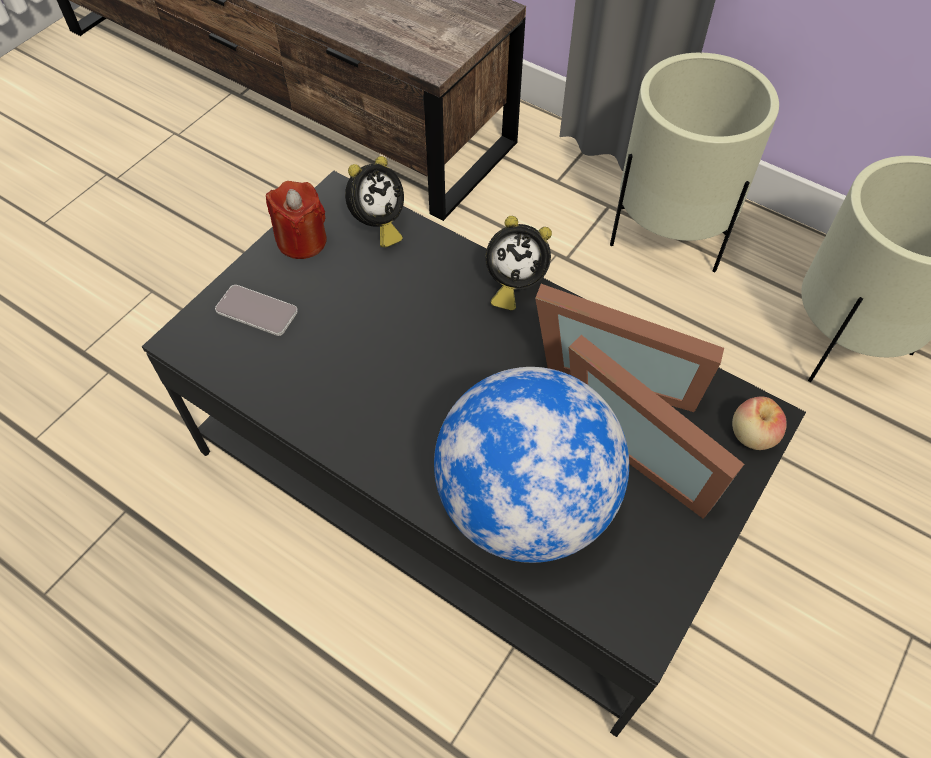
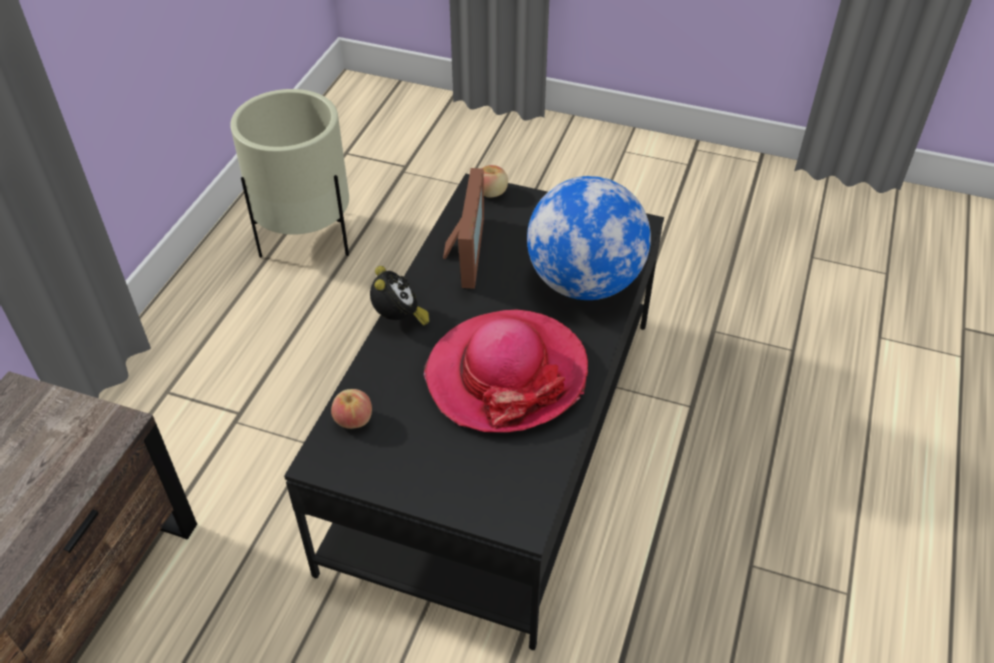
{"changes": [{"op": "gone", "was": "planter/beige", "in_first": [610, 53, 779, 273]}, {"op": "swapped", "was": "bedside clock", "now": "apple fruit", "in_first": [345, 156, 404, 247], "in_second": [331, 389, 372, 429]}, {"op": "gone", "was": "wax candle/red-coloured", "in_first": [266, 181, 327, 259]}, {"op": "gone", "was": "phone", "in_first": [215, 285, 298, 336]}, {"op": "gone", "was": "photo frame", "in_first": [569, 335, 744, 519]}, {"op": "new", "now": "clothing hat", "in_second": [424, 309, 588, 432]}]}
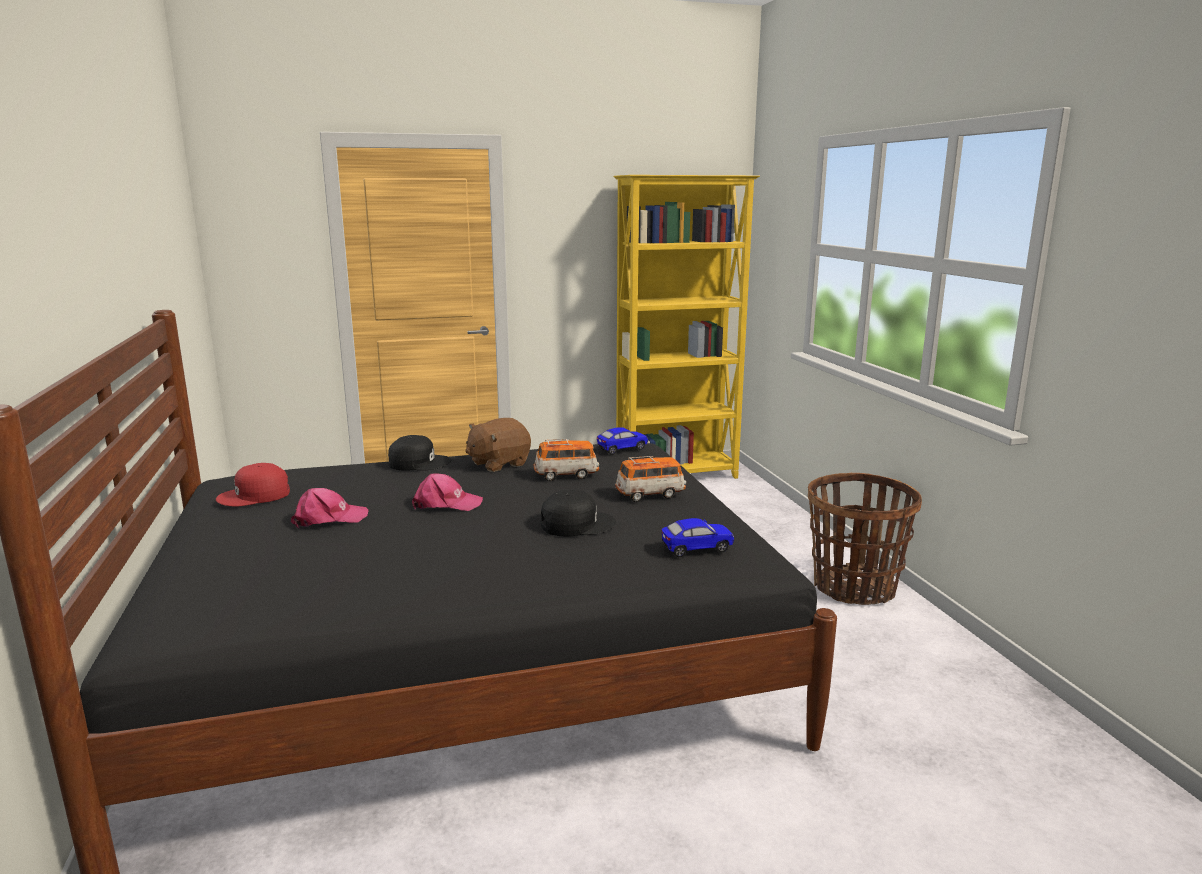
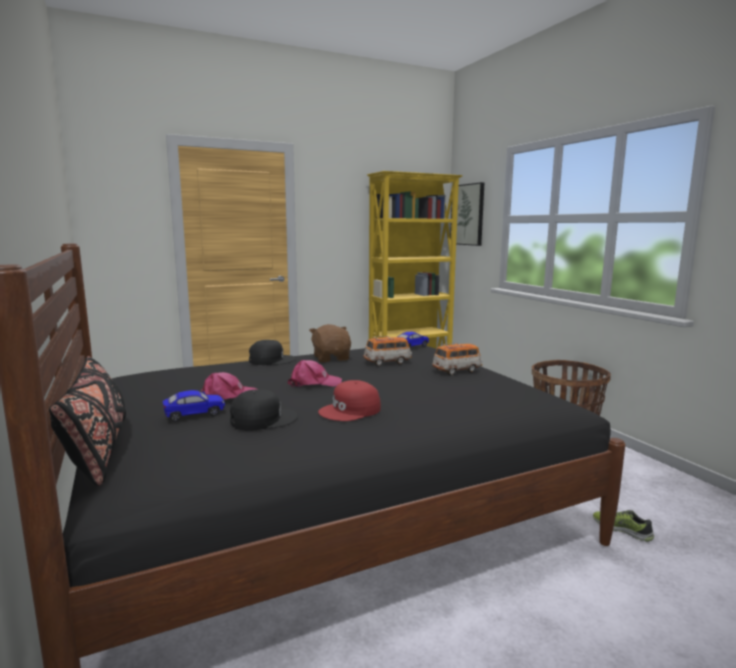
{"changes": [{"op": "rotated", "was": "plush toy/brown", "in_first": [465, 418, 531, 472], "in_second": [309, 324, 351, 362], "clockwise": 120}, {"op": "shifted", "was": "baseball cap/red-coloured", "in_first": [216, 463, 290, 507], "in_second": [318, 380, 381, 421]}, {"op": "shifted", "was": "baseball cap/blackish", "in_first": [541, 490, 616, 537], "in_second": [230, 390, 298, 431]}, {"op": "shifted", "was": "model car", "in_first": [661, 518, 734, 557], "in_second": [163, 390, 225, 422]}, {"op": "new", "now": "wall art", "in_second": [450, 182, 484, 246]}, {"op": "new", "now": "pillow/blackish", "in_second": [49, 356, 126, 486]}, {"op": "new", "now": "shoe", "in_second": [593, 510, 654, 542]}]}
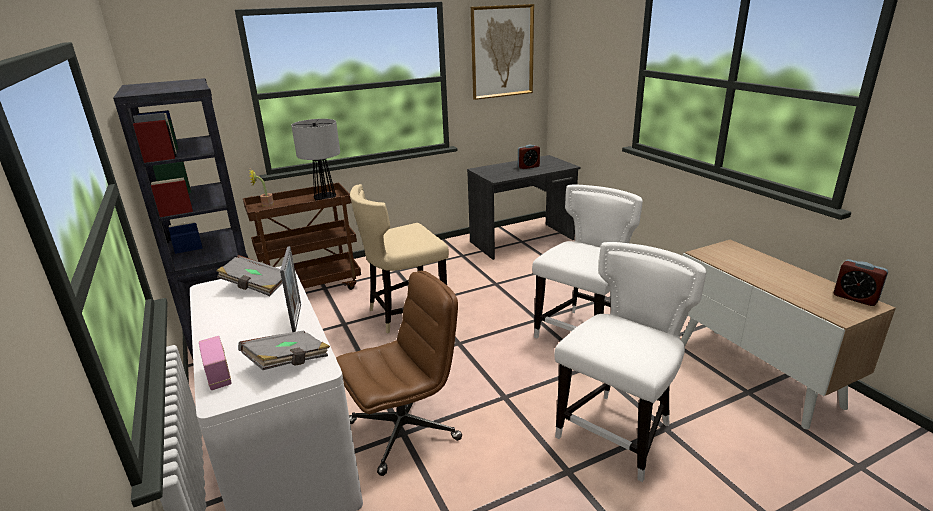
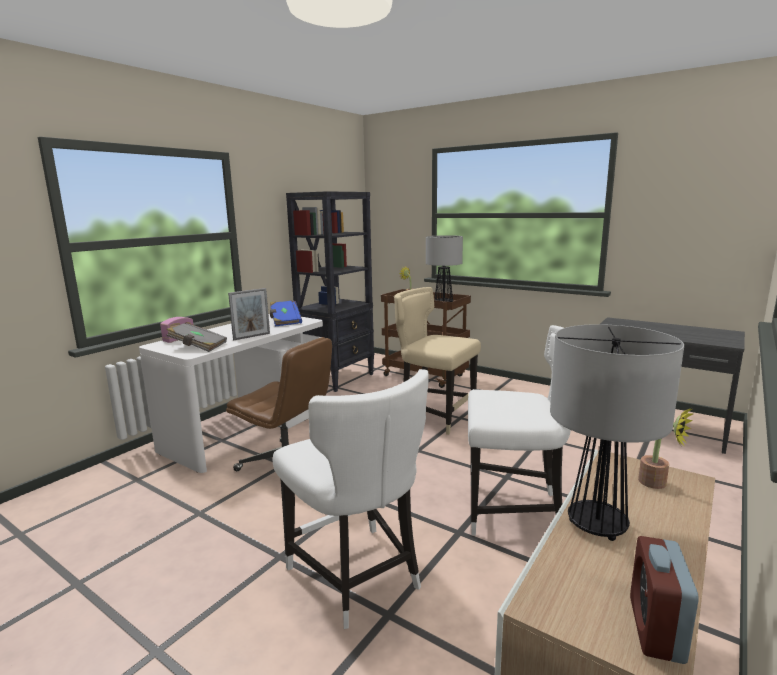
{"changes": [{"op": "gone", "was": "wall art", "in_first": [471, 4, 534, 100]}, {"op": "gone", "was": "bedside clock", "in_first": [518, 145, 540, 169]}, {"op": "rotated", "was": "chair/white-coloured", "in_first": [554, 242, 706, 482], "in_second": [273, 369, 429, 629], "clockwise": 45}, {"op": "repainted", "was": "volume/greyish", "now": "volume/blue", "in_first": [217, 255, 283, 296], "in_second": [270, 301, 302, 326]}, {"op": "new", "now": "tabletop lamp", "in_second": [550, 324, 684, 541]}, {"op": "new", "now": "potted plant", "in_second": [638, 408, 693, 489]}]}
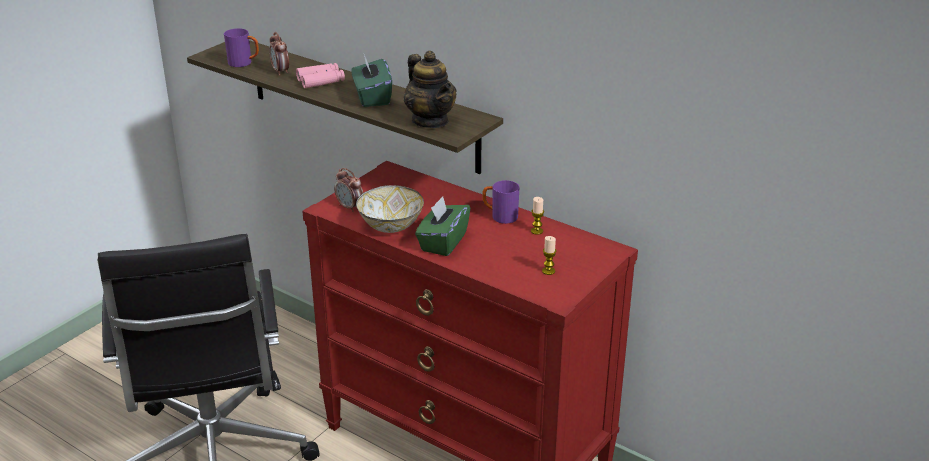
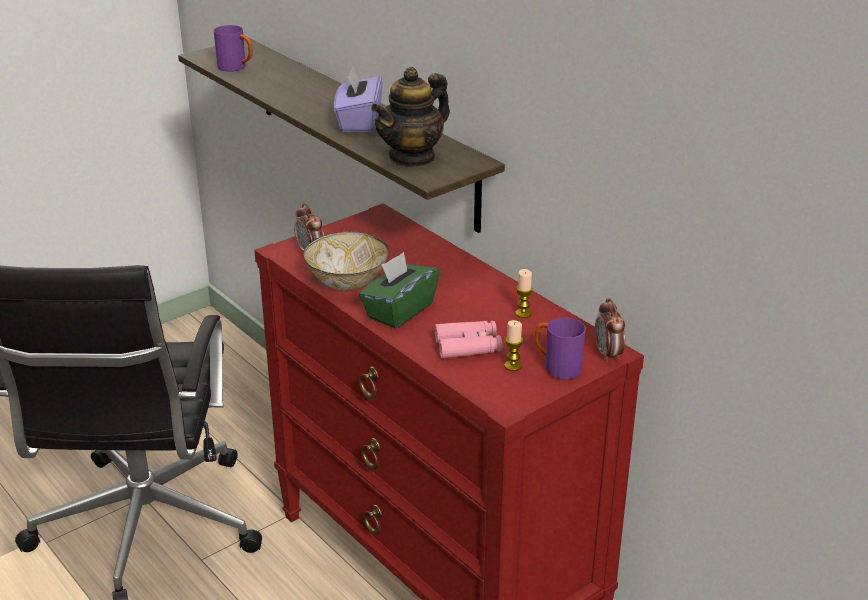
{"changes": [{"op": "shifted", "was": "bedside clock", "in_first": [269, 32, 289, 76], "in_second": [595, 298, 625, 363]}, {"op": "rotated", "was": "pot for tea", "in_first": [404, 51, 457, 128], "in_second": [371, 67, 450, 168], "clockwise": 60}, {"op": "repainted", "was": "box of tissues/greenish", "now": "box of tissues/purple-coloured", "in_first": [351, 55, 392, 107], "in_second": [334, 67, 382, 132]}, {"op": "shifted", "was": "pair of binoculars/pink", "in_first": [296, 63, 345, 88], "in_second": [435, 321, 502, 358]}, {"op": "shifted", "was": "tea mug/purple-coloured", "in_first": [482, 180, 519, 224], "in_second": [535, 318, 586, 379]}]}
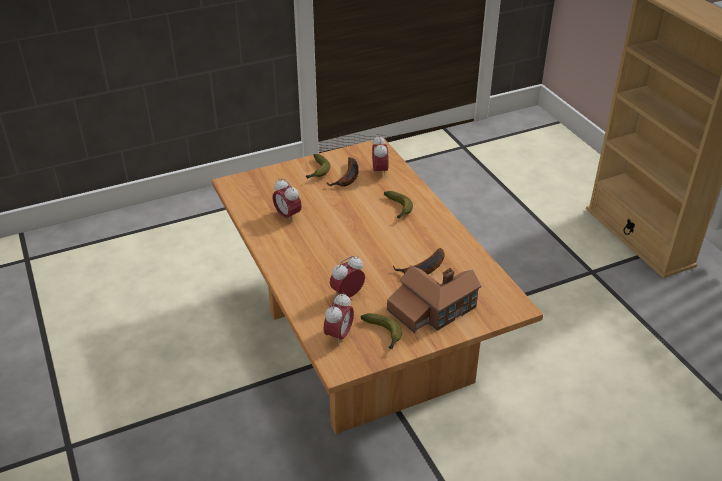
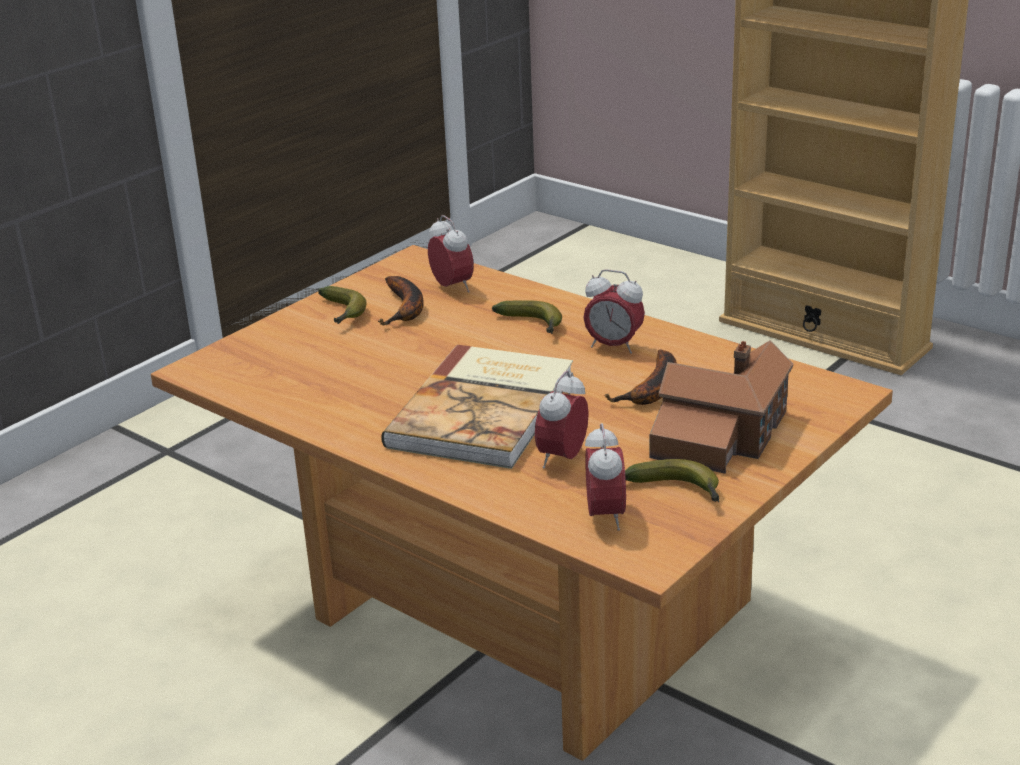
{"changes": [{"op": "shifted", "was": "bedside clock", "in_first": [273, 178, 302, 223], "in_second": [583, 269, 645, 354]}, {"op": "new", "now": "volume", "in_second": [381, 345, 573, 469]}]}
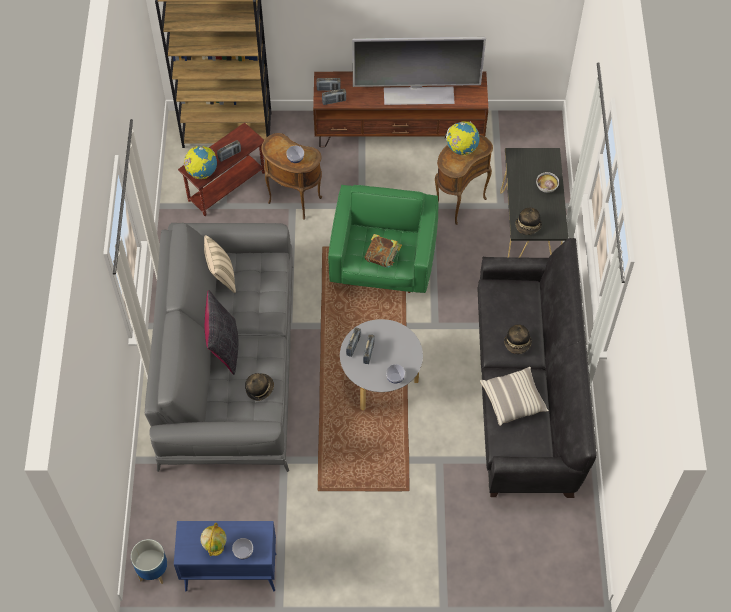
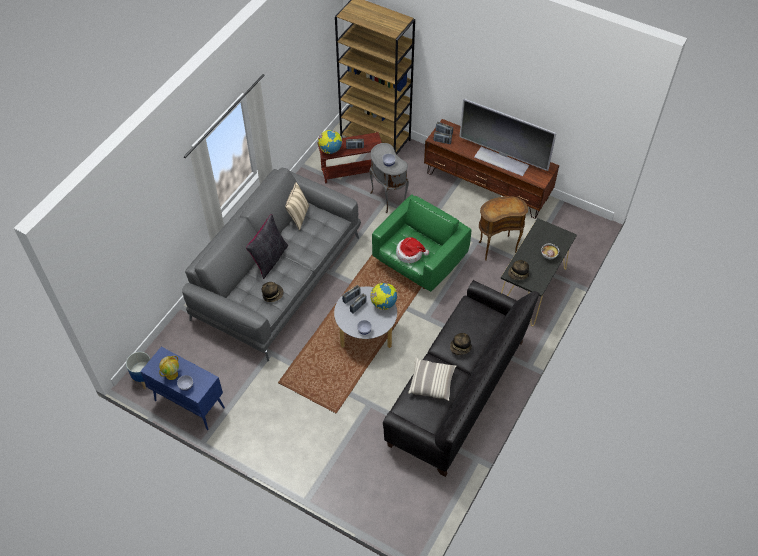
{"changes": [{"op": "shifted", "was": "globe", "in_first": [445, 121, 480, 155], "in_second": [370, 283, 397, 310]}, {"op": "repainted", "was": "side table/brown", "now": "side table/greyish", "in_first": [261, 133, 322, 220], "in_second": [369, 143, 409, 213]}, {"op": "swapped", "was": "volume", "now": "clothing hat", "in_first": [364, 234, 402, 268], "in_second": [396, 237, 429, 263]}]}
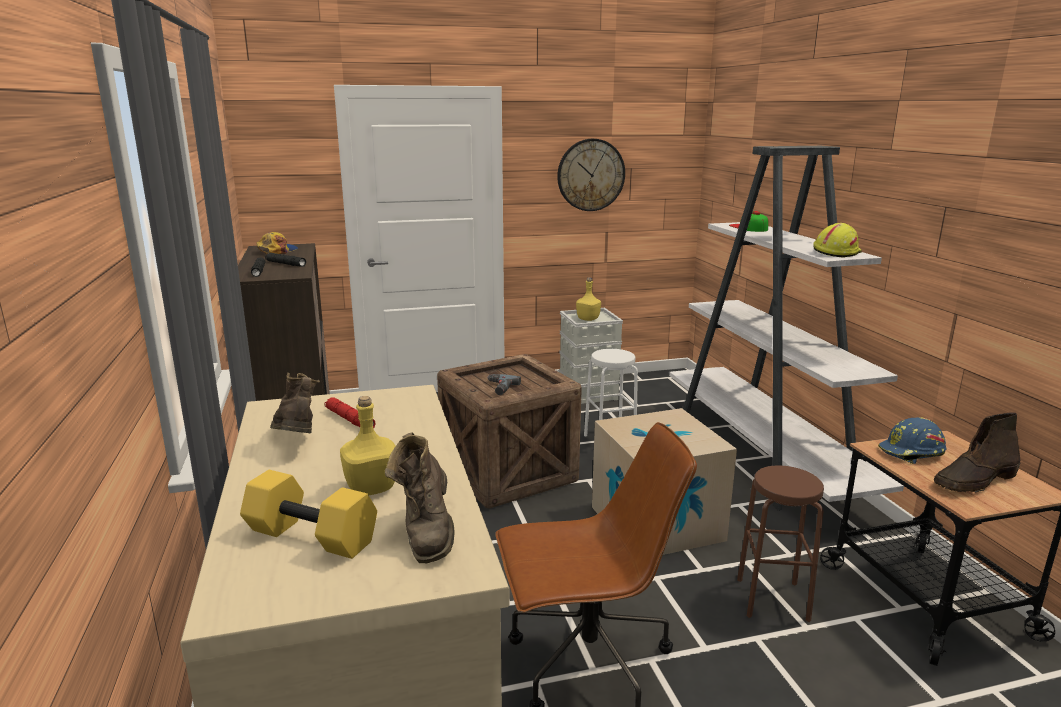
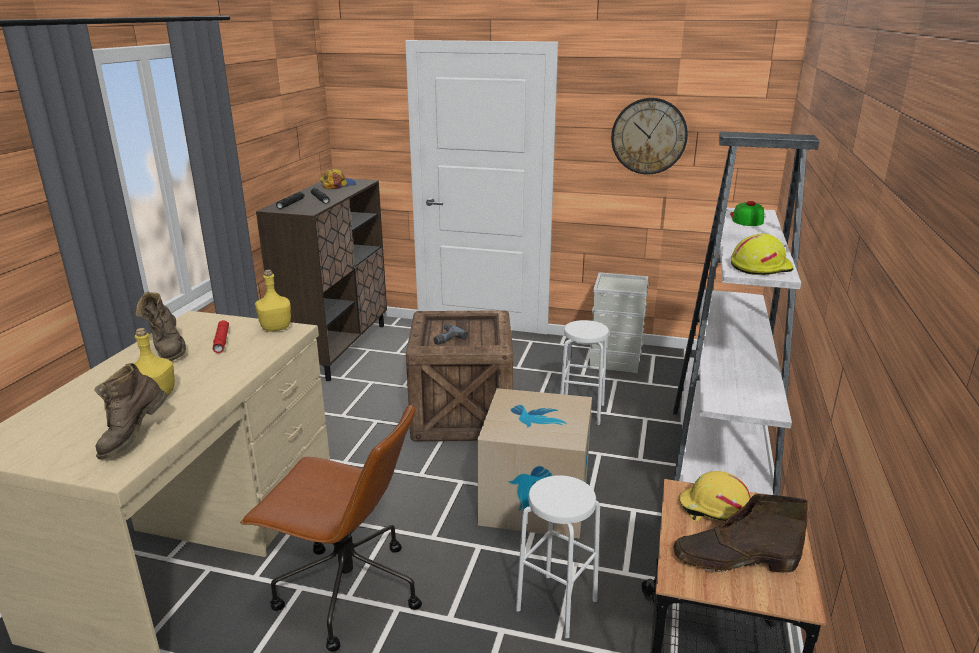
{"changes": [{"op": "shifted", "was": "bottle/yellow", "in_first": [576, 278, 601, 321], "in_second": [255, 270, 291, 332]}, {"op": "rotated", "was": "tall boot/brown", "in_first": [270, 373, 320, 433], "in_second": [135, 291, 186, 361], "clockwise": 150}, {"op": "repainted", "was": "hard hat/blue", "now": "hard hat/yellow", "in_first": [878, 417, 946, 464], "in_second": [678, 471, 751, 521]}, {"op": "repainted", "was": "stool seat/brown", "now": "stool seat/white-coloured", "in_first": [737, 465, 824, 622], "in_second": [516, 475, 600, 638]}, {"op": "gone", "was": "dumbbell/yellow", "in_first": [240, 470, 377, 559]}]}
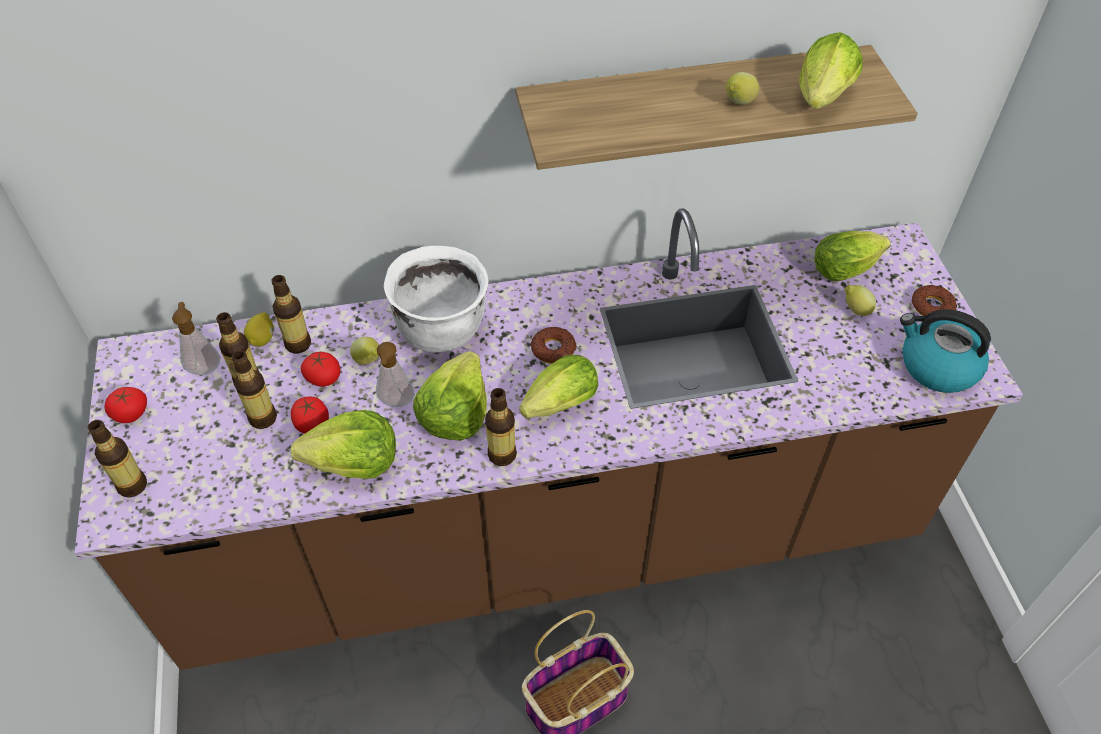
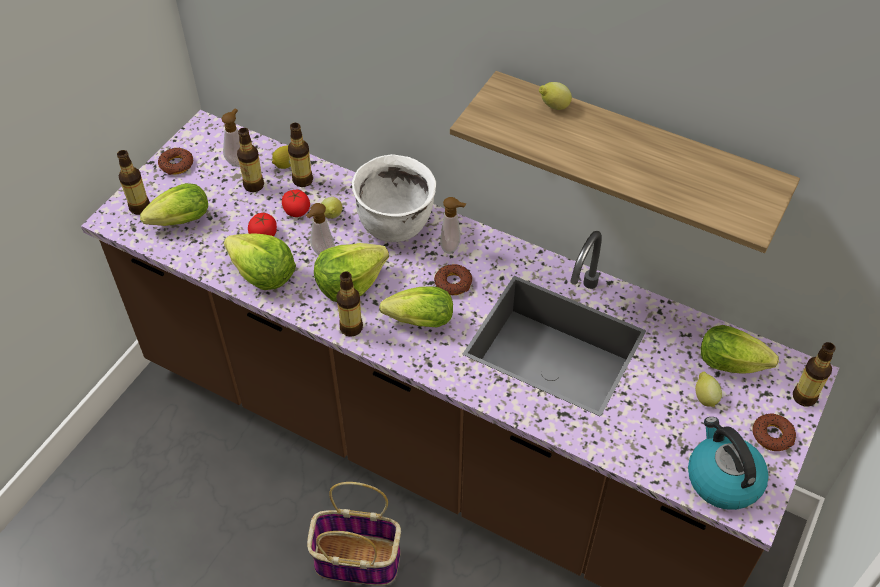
{"changes": [{"op": "shifted", "was": "head of lettuce", "in_first": [799, 32, 863, 109], "in_second": [140, 183, 208, 226]}, {"op": "shifted", "was": "whole lemon", "in_first": [726, 72, 759, 104], "in_second": [539, 82, 572, 110]}, {"op": "shifted", "was": "bottle", "in_first": [232, 351, 277, 429], "in_second": [793, 342, 836, 407]}, {"op": "swapped", "was": "whole tomato", "now": "ring doughnut", "in_first": [104, 387, 147, 423], "in_second": [158, 148, 193, 175]}, {"op": "new", "now": "soap dispenser", "in_second": [440, 197, 466, 254]}]}
